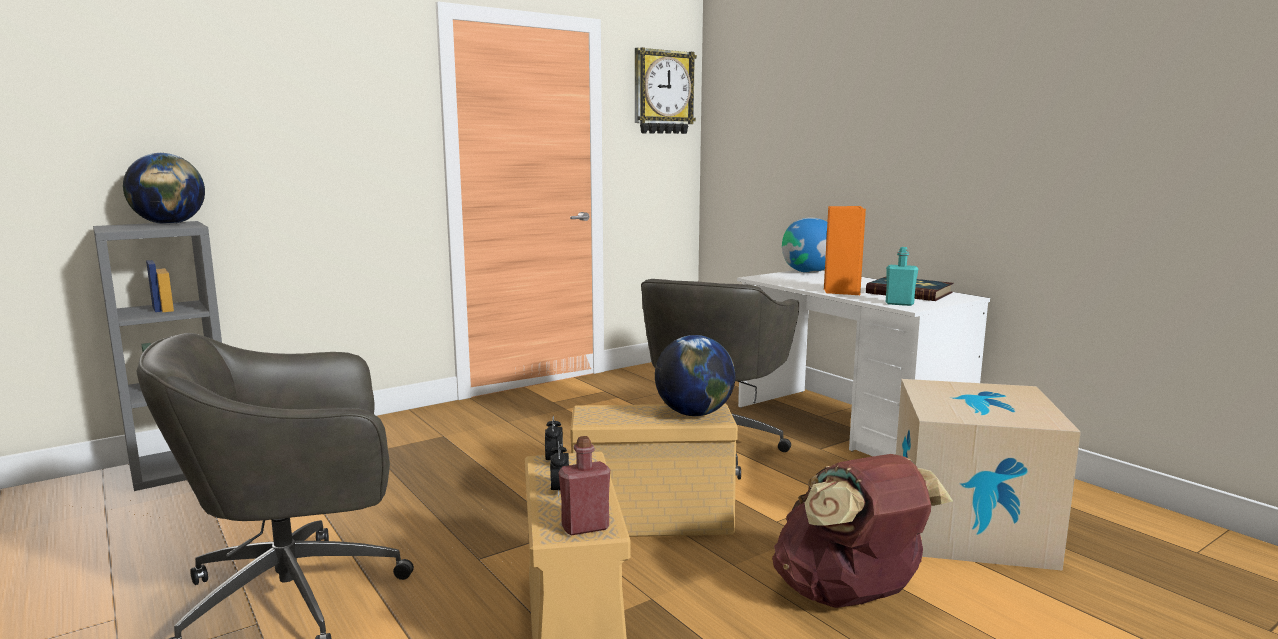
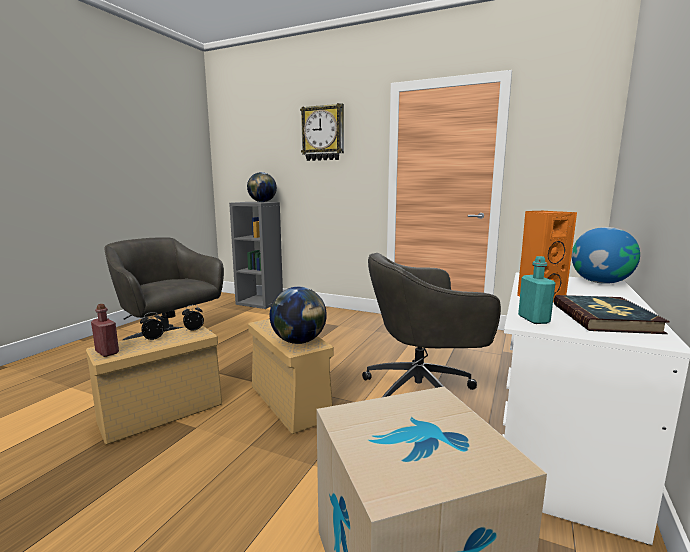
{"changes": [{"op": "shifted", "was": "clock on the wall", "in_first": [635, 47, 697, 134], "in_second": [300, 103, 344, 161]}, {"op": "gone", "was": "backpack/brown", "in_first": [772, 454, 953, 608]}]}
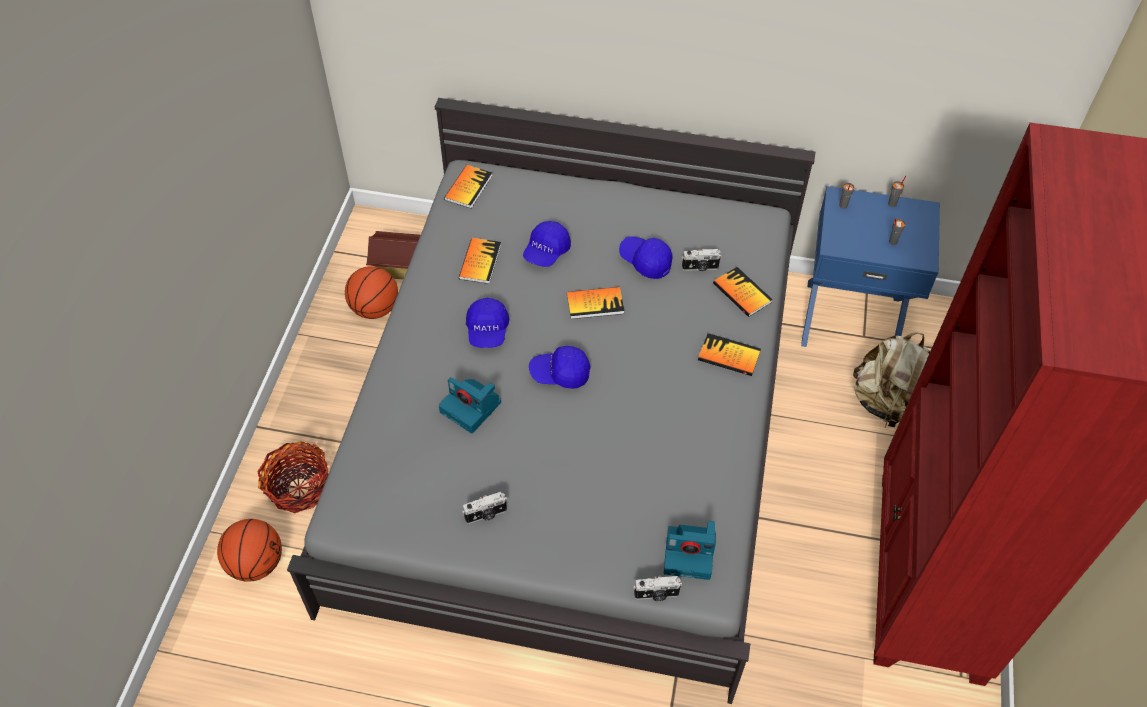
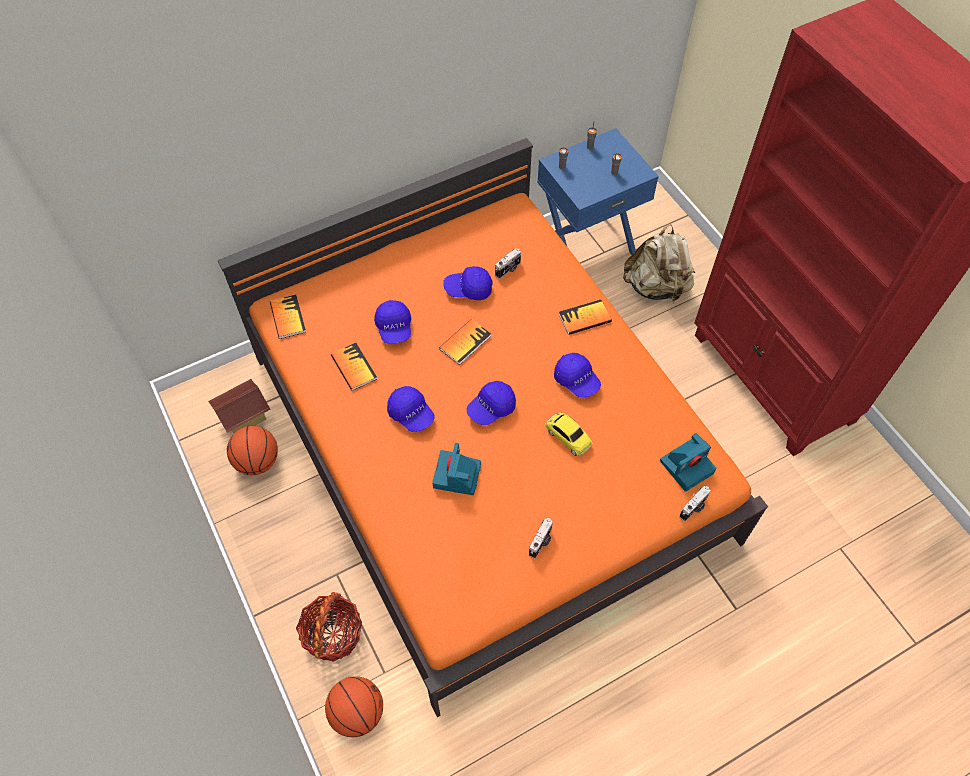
{"changes": [{"op": "repainted", "was": "bed/greyish", "now": "bed/orangey", "in_first": [287, 98, 815, 704], "in_second": [217, 138, 768, 717]}, {"op": "gone", "was": "volume", "in_first": [713, 267, 773, 317]}, {"op": "rotated", "was": "still camera", "in_first": [439, 377, 501, 433], "in_second": [432, 443, 481, 495], "clockwise": 105}, {"op": "new", "now": "baseball cap/blue", "in_second": [554, 353, 601, 398]}, {"op": "new", "now": "model car", "in_second": [546, 412, 592, 456]}]}
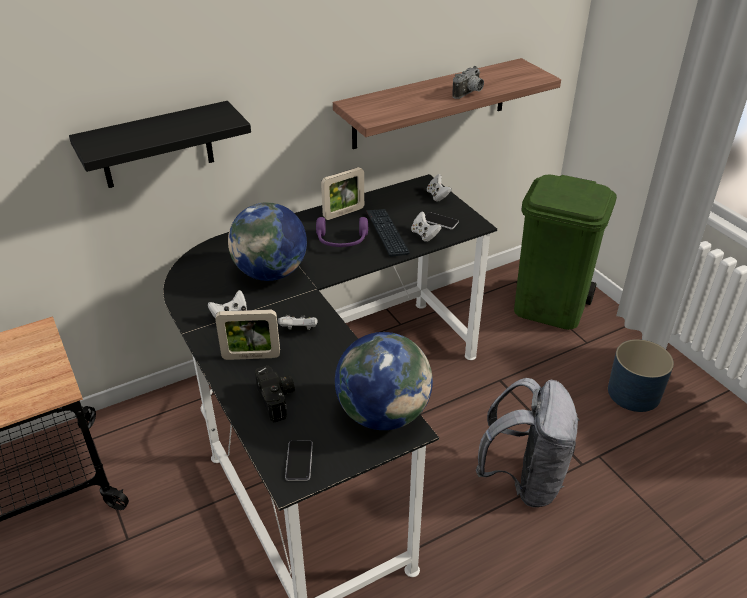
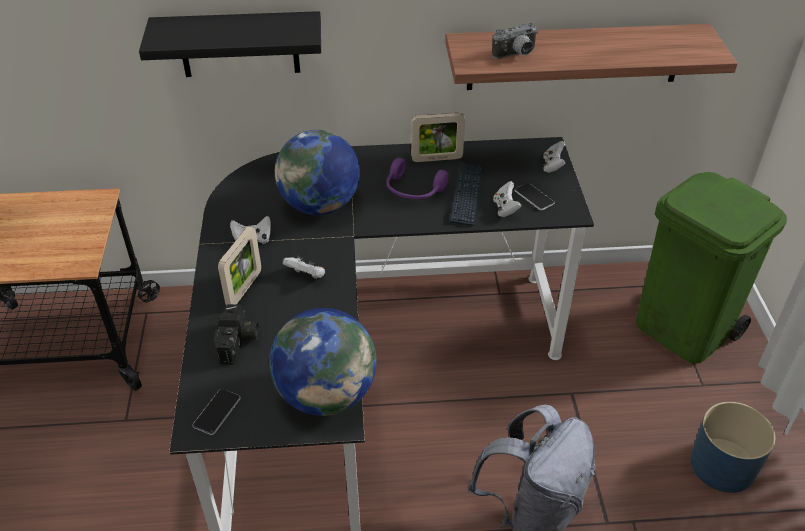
{"changes": [{"op": "shifted", "was": "still camera", "in_first": [452, 66, 484, 99], "in_second": [492, 23, 538, 59]}, {"op": "rotated", "was": "photo frame", "in_first": [215, 309, 280, 360], "in_second": [218, 227, 261, 306], "clockwise": -90}]}
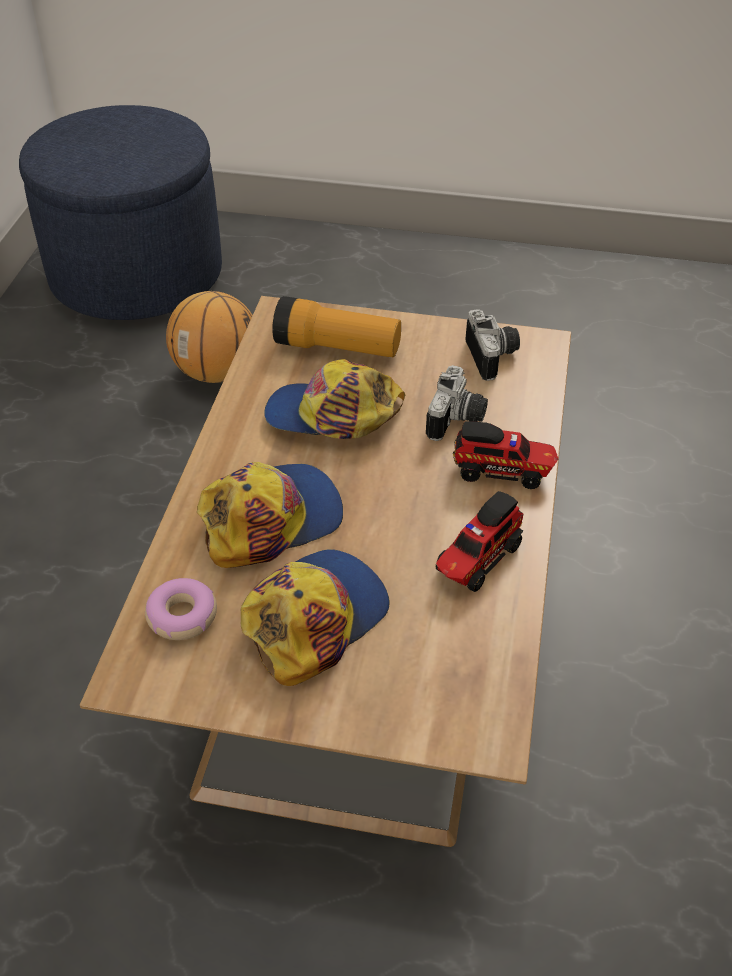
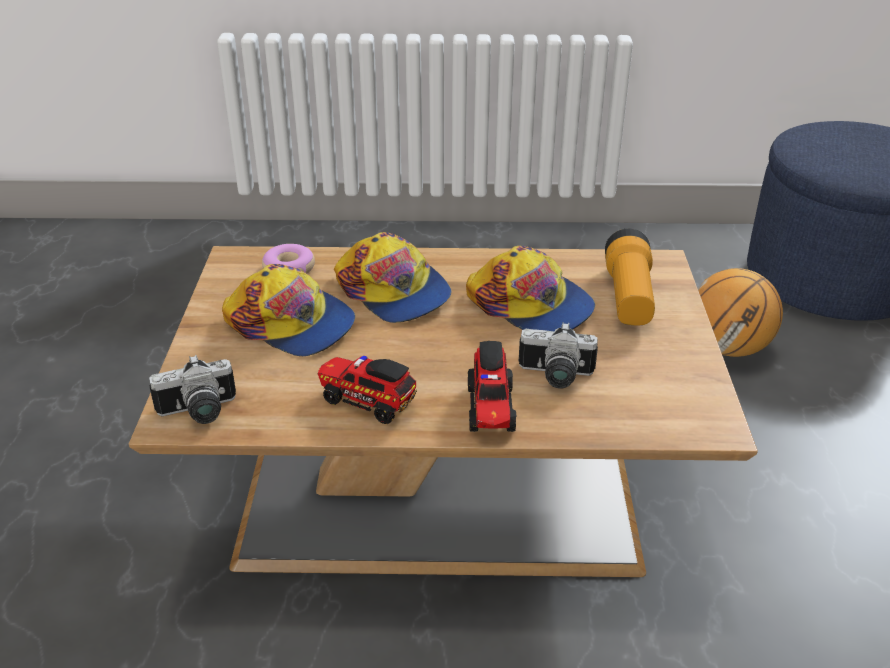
{"changes": [{"op": "shifted", "was": "still camera", "in_first": [465, 309, 520, 381], "in_second": [149, 355, 236, 424]}, {"op": "rotated", "was": "baseball cap", "in_first": [264, 359, 405, 439], "in_second": [466, 246, 595, 331], "clockwise": 135}]}
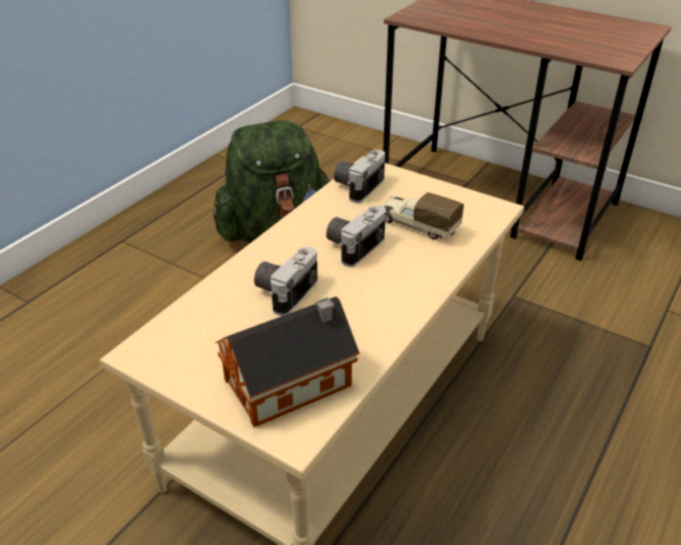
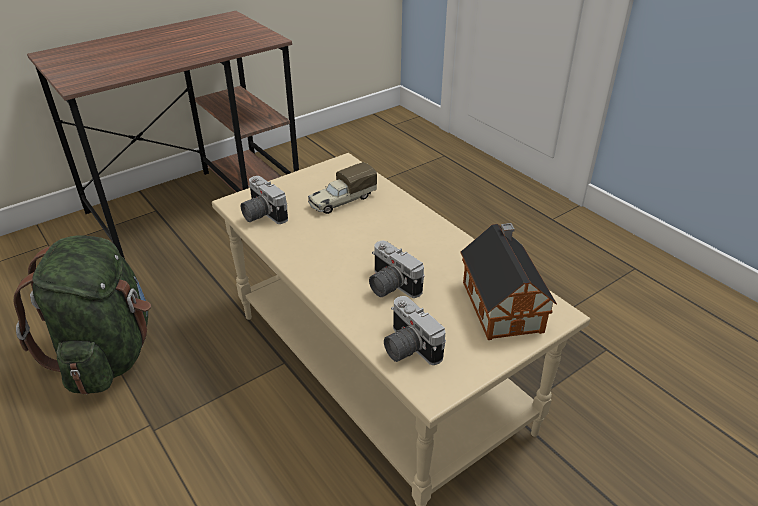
{"changes": [{"op": "shifted", "was": "still camera", "in_first": [326, 206, 386, 267], "in_second": [384, 296, 446, 365]}]}
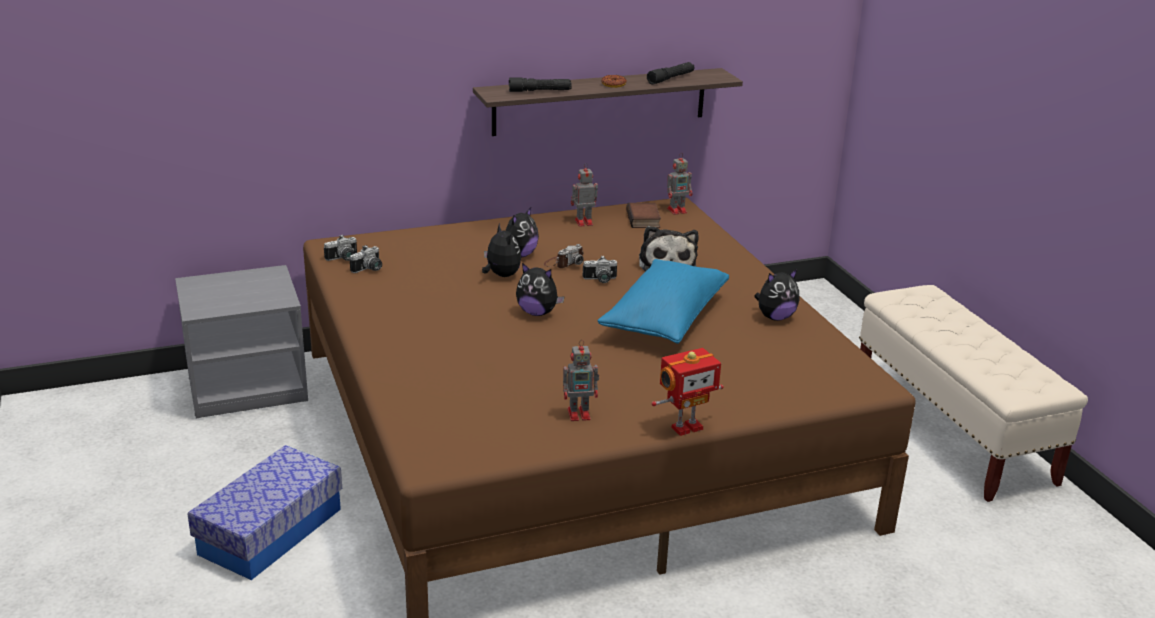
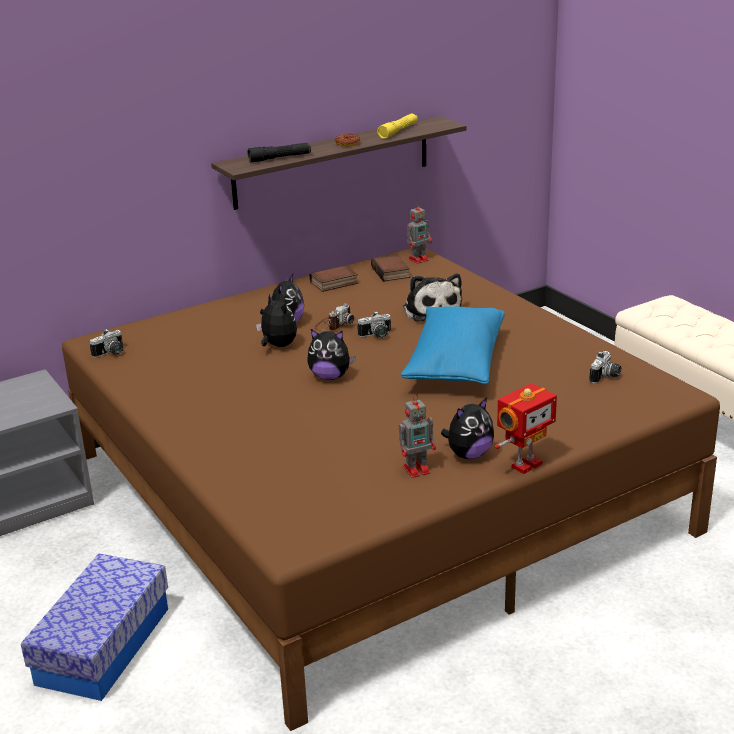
{"changes": [{"op": "repainted", "was": "hand torch/blackish", "now": "hand torch/yellow", "in_first": [647, 62, 695, 85], "in_second": [377, 114, 418, 139]}, {"op": "swapped", "was": "robot figure", "now": "volume", "in_first": [571, 163, 598, 227], "in_second": [309, 265, 358, 292]}, {"op": "shifted", "was": "still camera", "in_first": [350, 245, 382, 273], "in_second": [589, 351, 621, 384]}, {"op": "shifted", "was": "plush toy", "in_first": [754, 269, 800, 321], "in_second": [441, 397, 494, 459]}]}
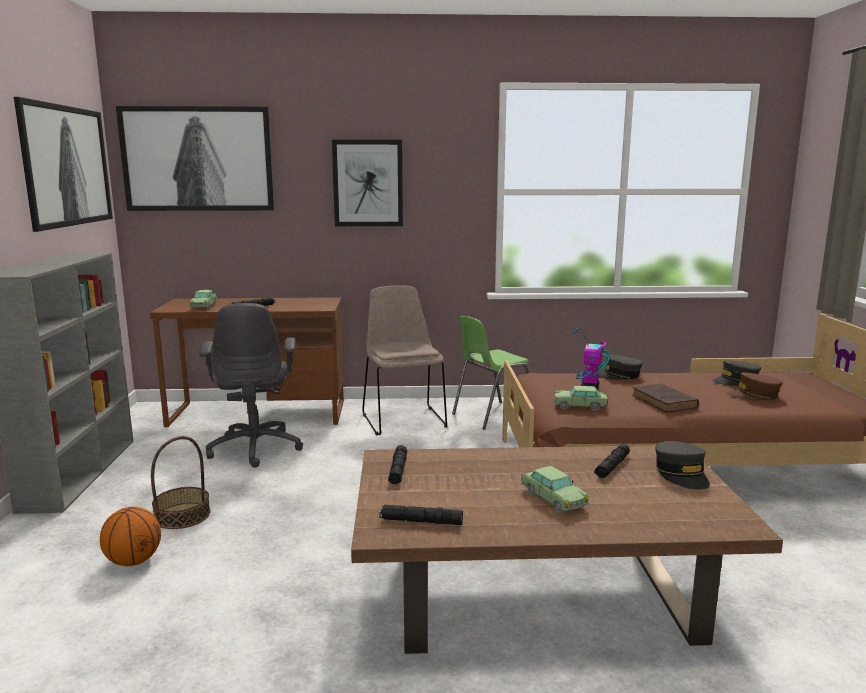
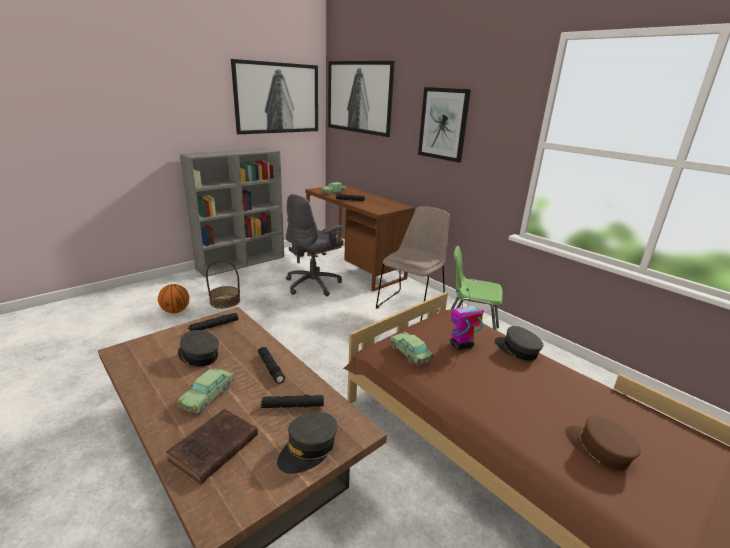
{"changes": [{"op": "shifted", "was": "baseball cap/greyish", "in_first": [712, 360, 761, 386], "in_second": [178, 330, 219, 367]}, {"op": "shifted", "was": "volume/brown", "in_first": [632, 383, 699, 413], "in_second": [166, 409, 258, 484]}, {"op": "shifted", "was": "hand torch/blackish", "in_first": [379, 505, 463, 525], "in_second": [258, 347, 285, 384]}]}
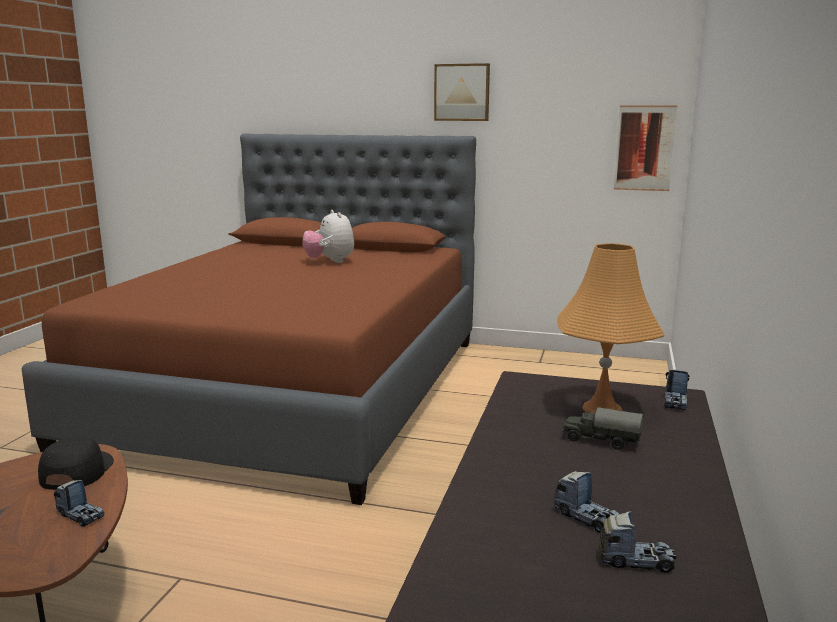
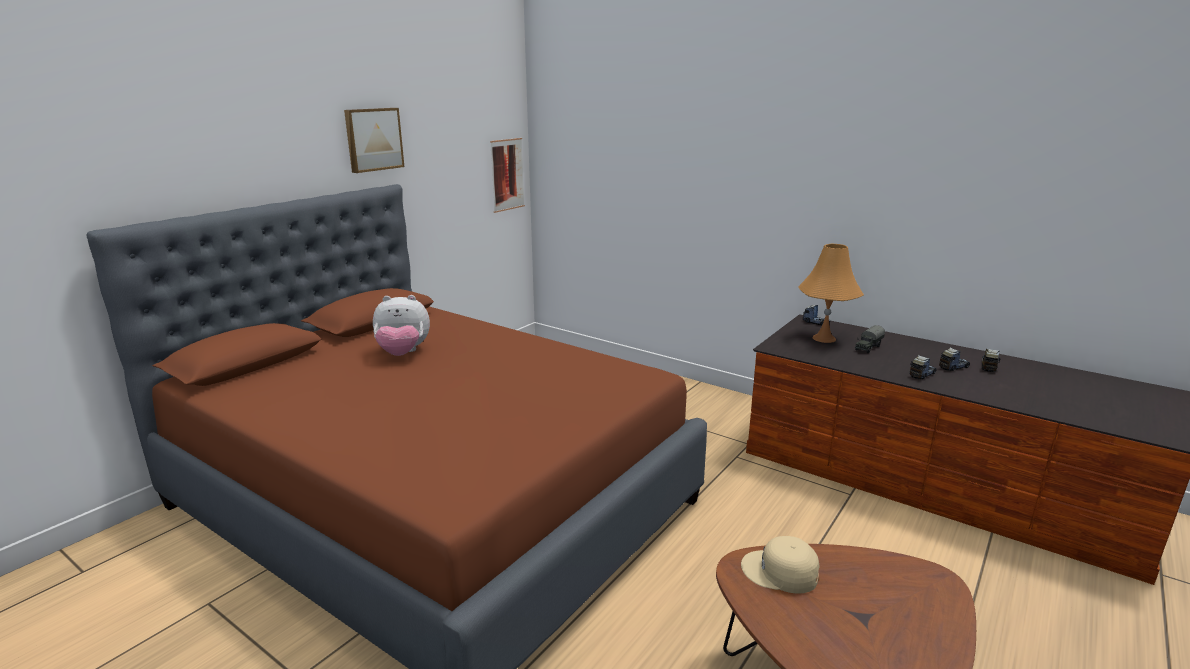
{"changes": [{"op": "repainted", "was": "baseball cap/blackish", "now": "baseball cap/beige", "in_first": [38, 437, 114, 490], "in_second": [741, 536, 820, 594]}, {"op": "shifted", "was": "toy truck", "in_first": [54, 480, 105, 527], "in_second": [910, 355, 936, 380]}]}
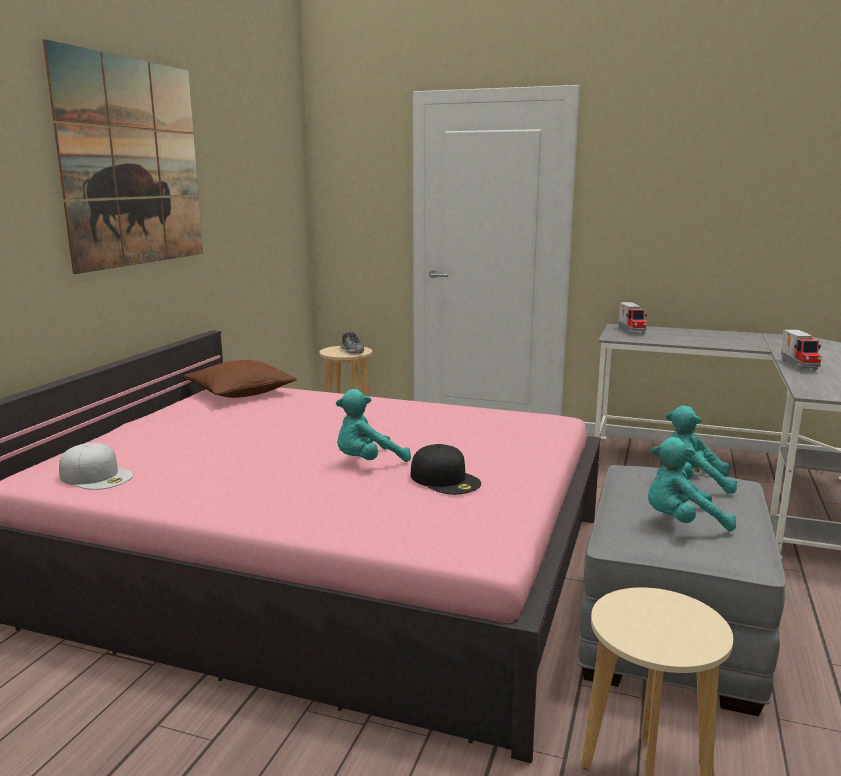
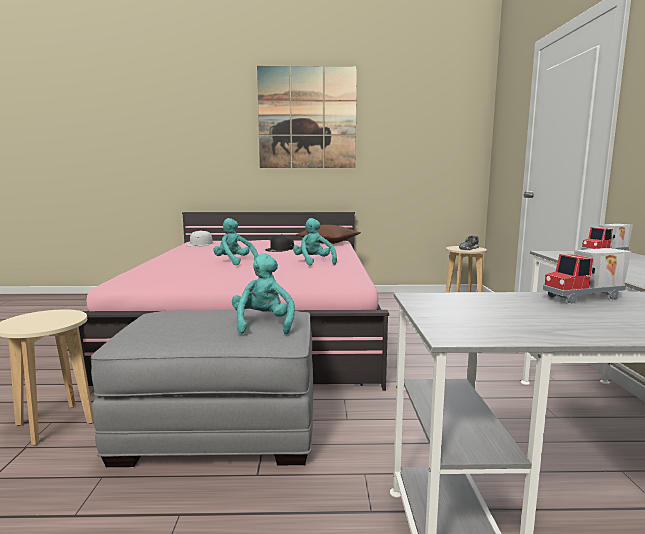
{"changes": [{"op": "shifted", "was": "plush toy/blue-green", "in_first": [648, 437, 736, 531], "in_second": [293, 218, 337, 266]}, {"op": "shifted", "was": "baseball cap/blackish", "in_first": [411, 444, 481, 495], "in_second": [265, 234, 294, 252]}]}
